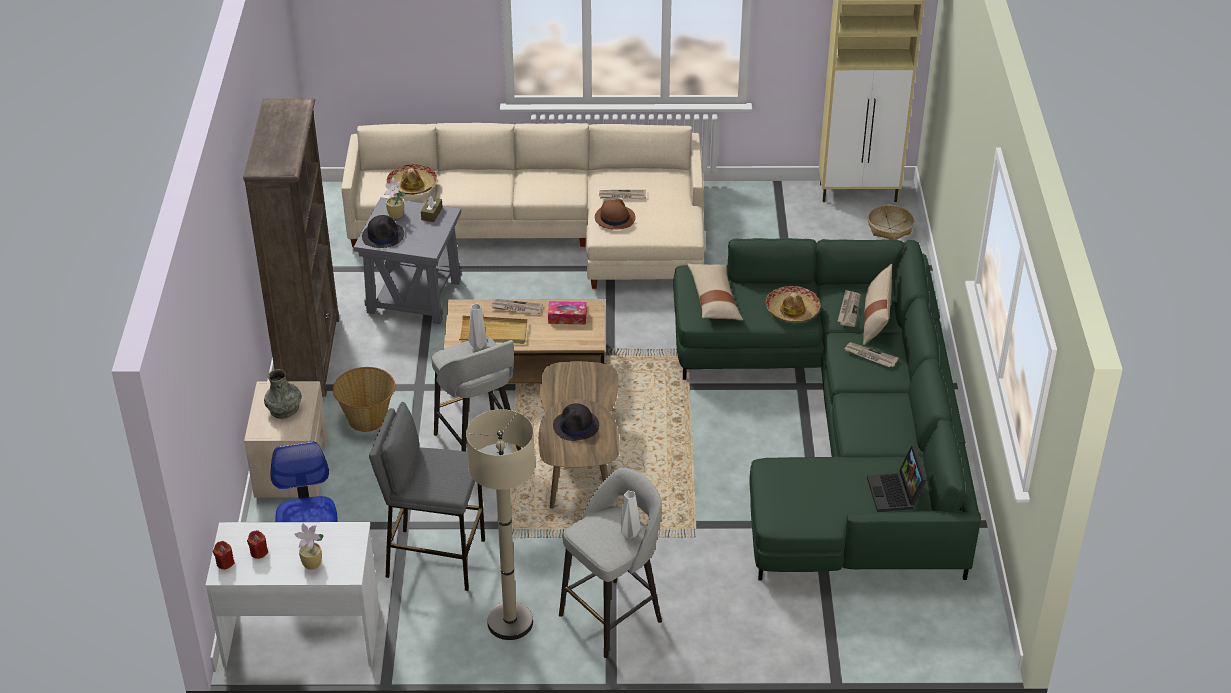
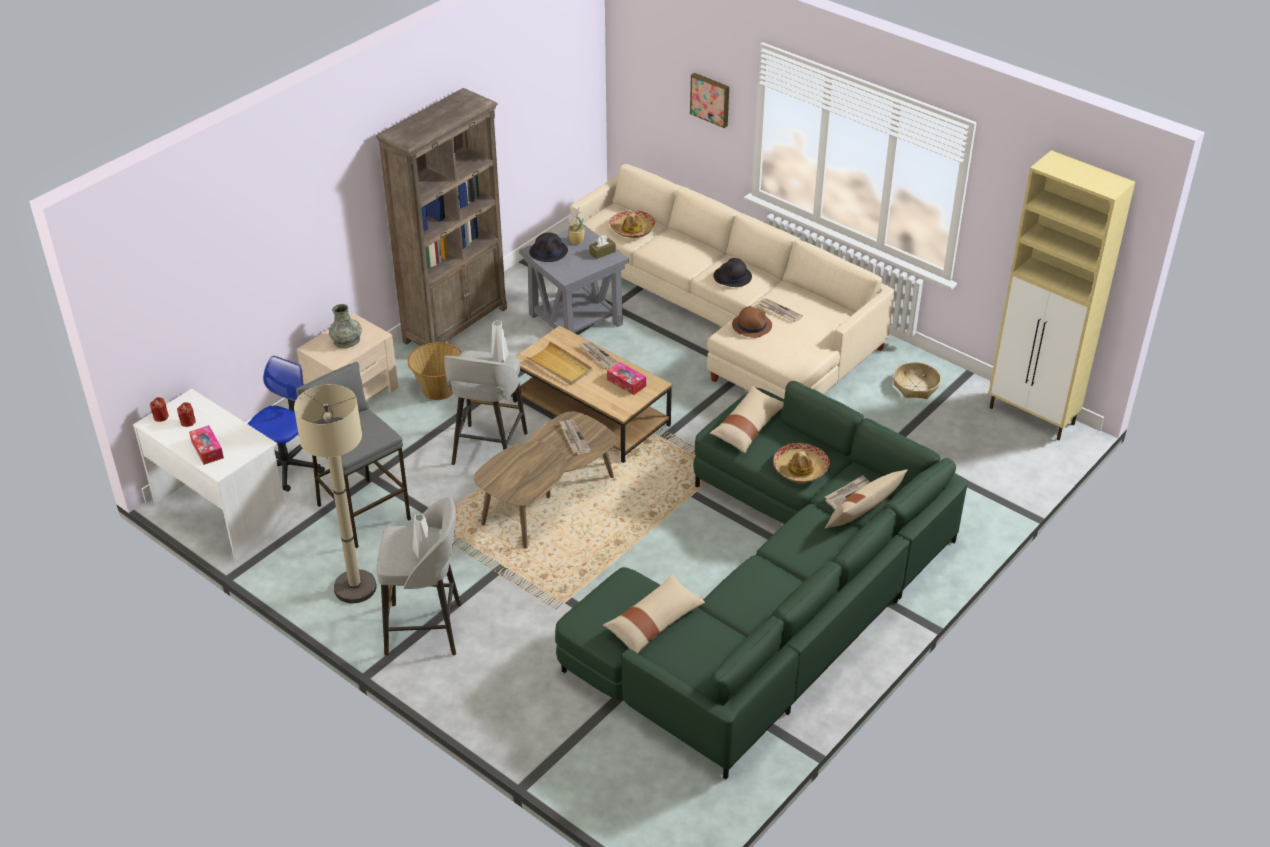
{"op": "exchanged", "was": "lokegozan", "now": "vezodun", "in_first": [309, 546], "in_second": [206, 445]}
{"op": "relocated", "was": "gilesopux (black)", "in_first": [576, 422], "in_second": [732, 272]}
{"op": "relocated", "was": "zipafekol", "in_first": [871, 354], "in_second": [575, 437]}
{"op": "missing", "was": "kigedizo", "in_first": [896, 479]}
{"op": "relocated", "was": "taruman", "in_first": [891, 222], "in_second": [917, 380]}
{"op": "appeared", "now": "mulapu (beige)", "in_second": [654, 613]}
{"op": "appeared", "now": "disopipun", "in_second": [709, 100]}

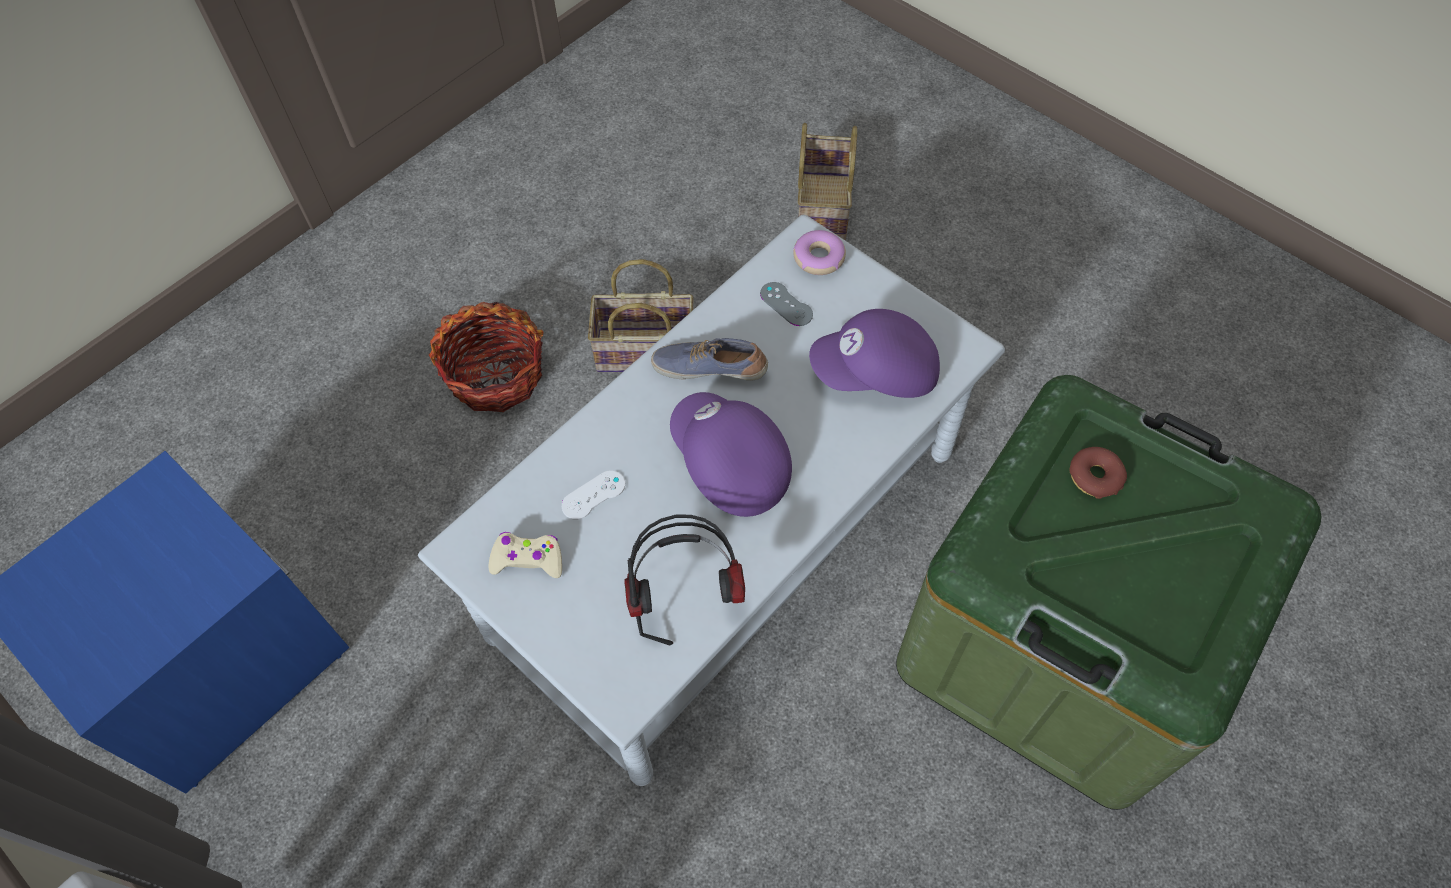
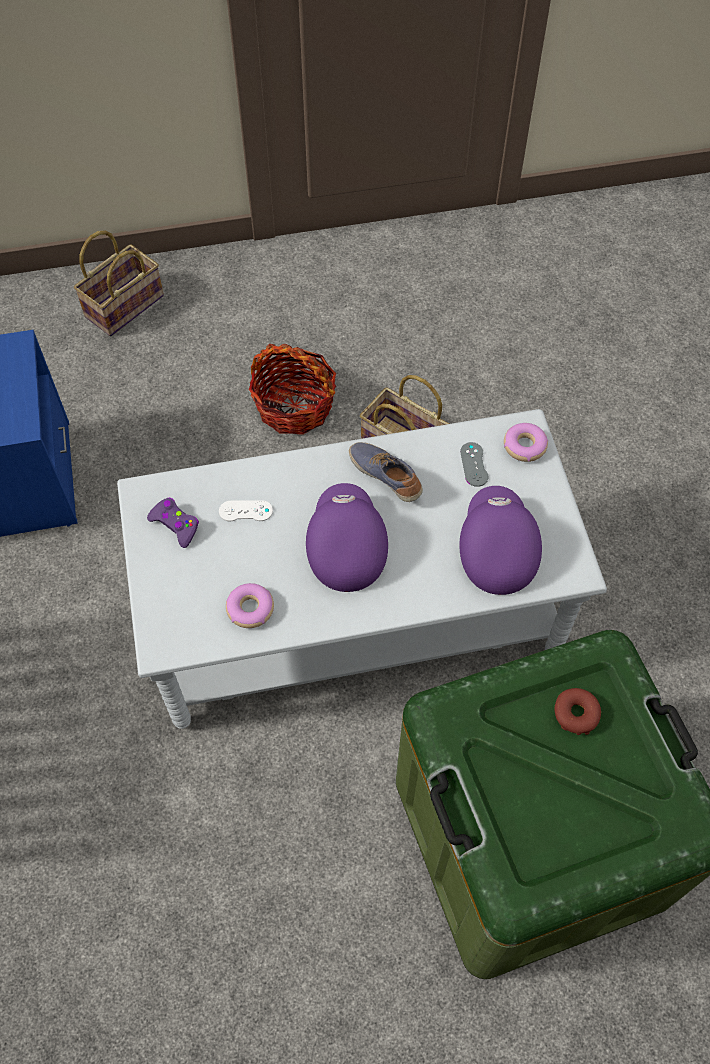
{"op": "colour", "was": "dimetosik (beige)", "now": "dimetosik (purple)", "in_first": [525, 555], "in_second": [173, 523]}
{"op": "exchanged", "was": "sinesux", "now": "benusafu", "in_first": [685, 580], "in_second": [250, 605]}
{"op": "relocated", "was": "taruman", "in_first": [827, 182], "in_second": [119, 283]}
{"op": "spun", "was": "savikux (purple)", "in_first": [874, 353], "in_second": [501, 540], "clockwise": 60}

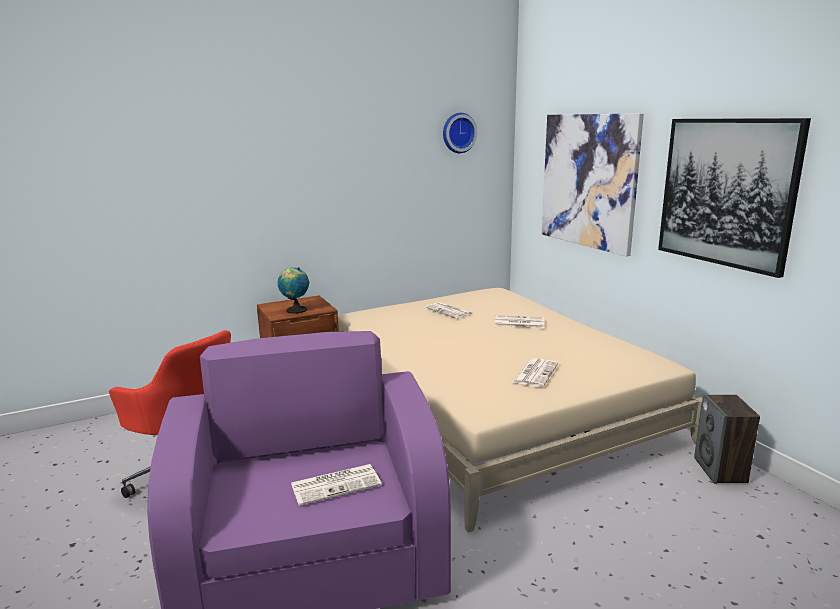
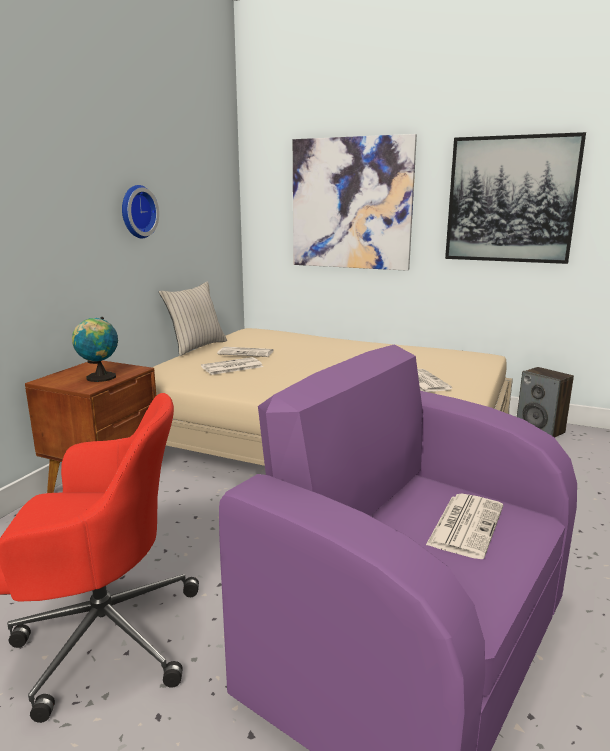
{"op": "relocated", "was": "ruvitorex", "in_first": [460, 133], "in_second": [140, 211]}
{"op": "relocated", "was": "zipafekol", "in_first": [519, 321], "in_second": [232, 366]}
{"op": "appeared", "now": "mulapu (beige)", "in_second": [193, 319]}

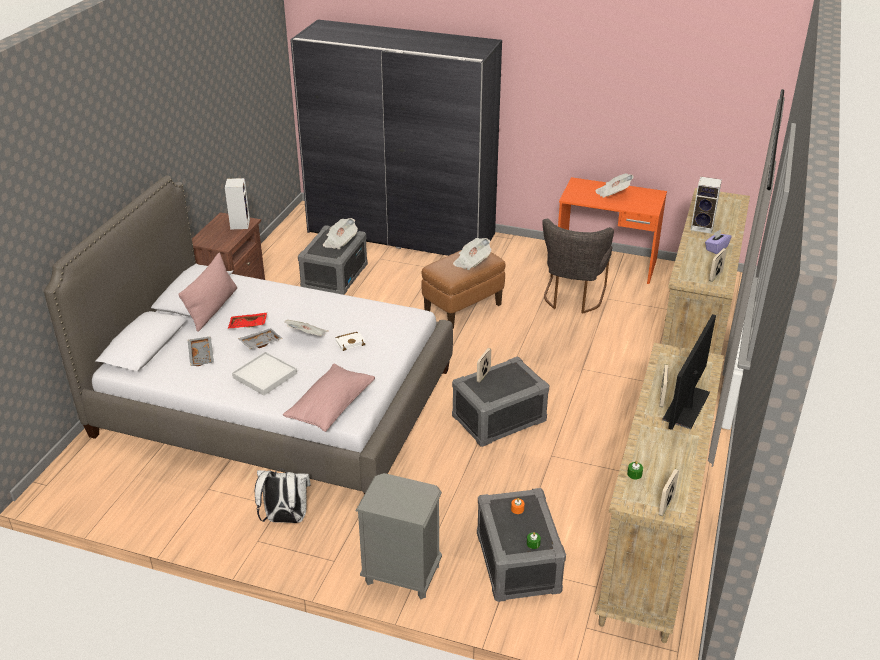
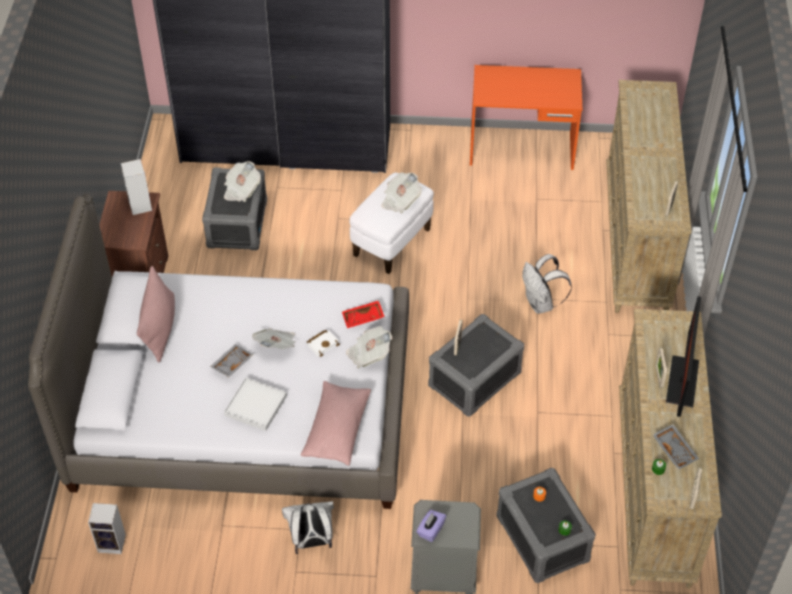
{"op": "relocated", "was": "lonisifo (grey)", "in_first": [201, 351], "in_second": [676, 447]}
{"op": "relocated", "was": "lonisifo (red)", "in_first": [247, 321], "in_second": [363, 314]}
{"op": "colour", "was": "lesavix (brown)", "now": "lesavix (white)", "in_first": [463, 289], "in_second": [391, 223]}
{"op": "missing", "was": "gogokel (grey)", "in_first": [578, 266]}
{"op": "relocated", "was": "zipafekol", "in_first": [614, 185], "in_second": [369, 347]}
{"op": "relocated", "was": "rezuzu", "in_first": [706, 205], "in_second": [107, 528]}
{"op": "relocated", "was": "vezodun (purple)", "in_first": [718, 241], "in_second": [431, 526]}
{"op": "appeared", "now": "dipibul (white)", "in_second": [547, 284]}

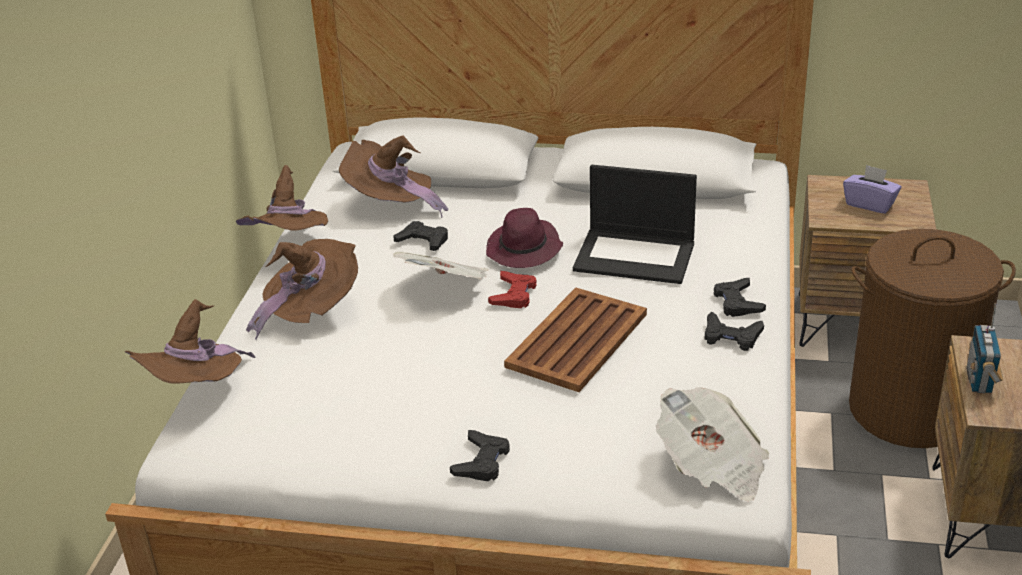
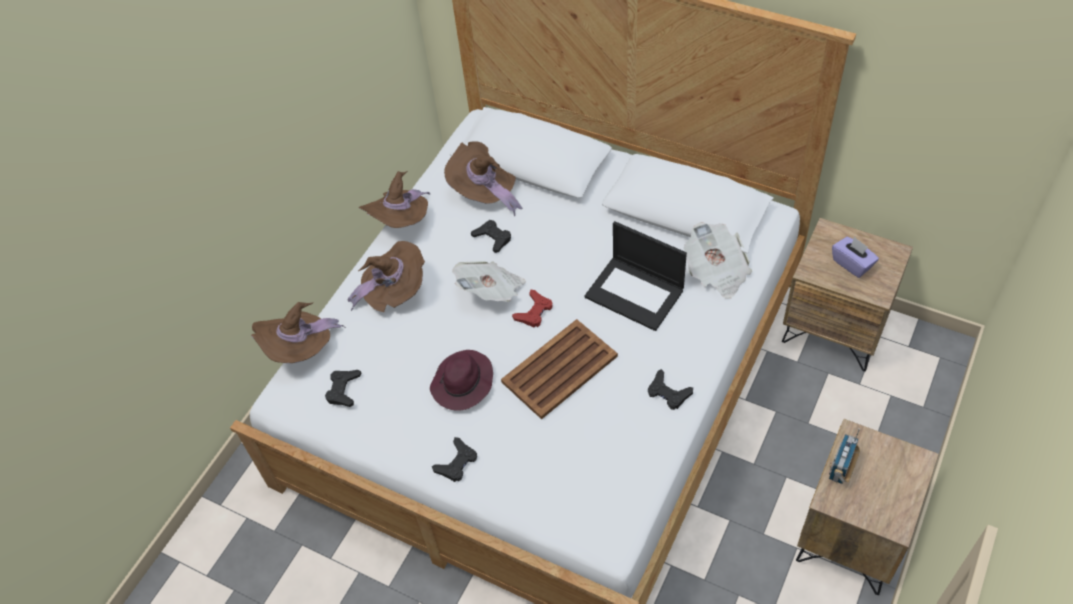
{"op": "relocated", "was": "gilesopux (purple)", "in_first": [524, 238], "in_second": [461, 380]}
{"op": "relocated", "was": "zipafekol", "in_first": [712, 444], "in_second": [718, 260]}
{"op": "relocated", "was": "dimetosik (black)", "in_first": [740, 297], "in_second": [343, 388]}
{"op": "missing", "was": "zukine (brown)", "in_first": [932, 338]}

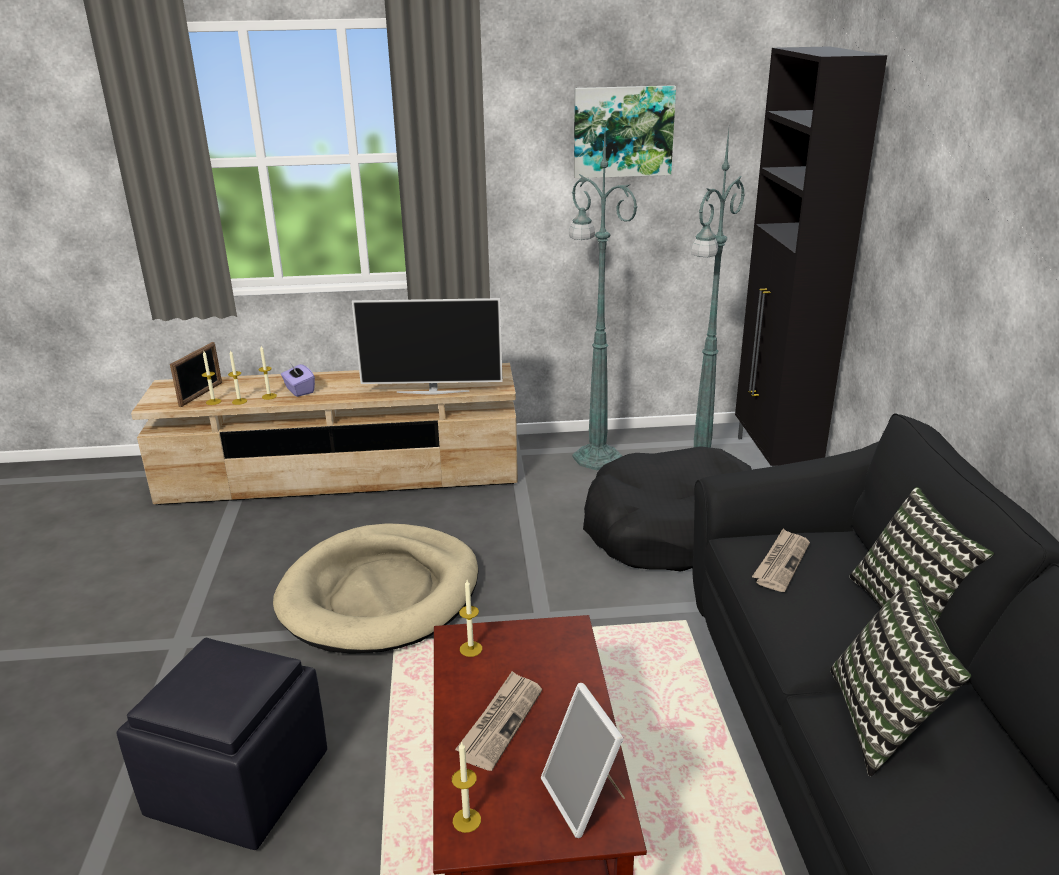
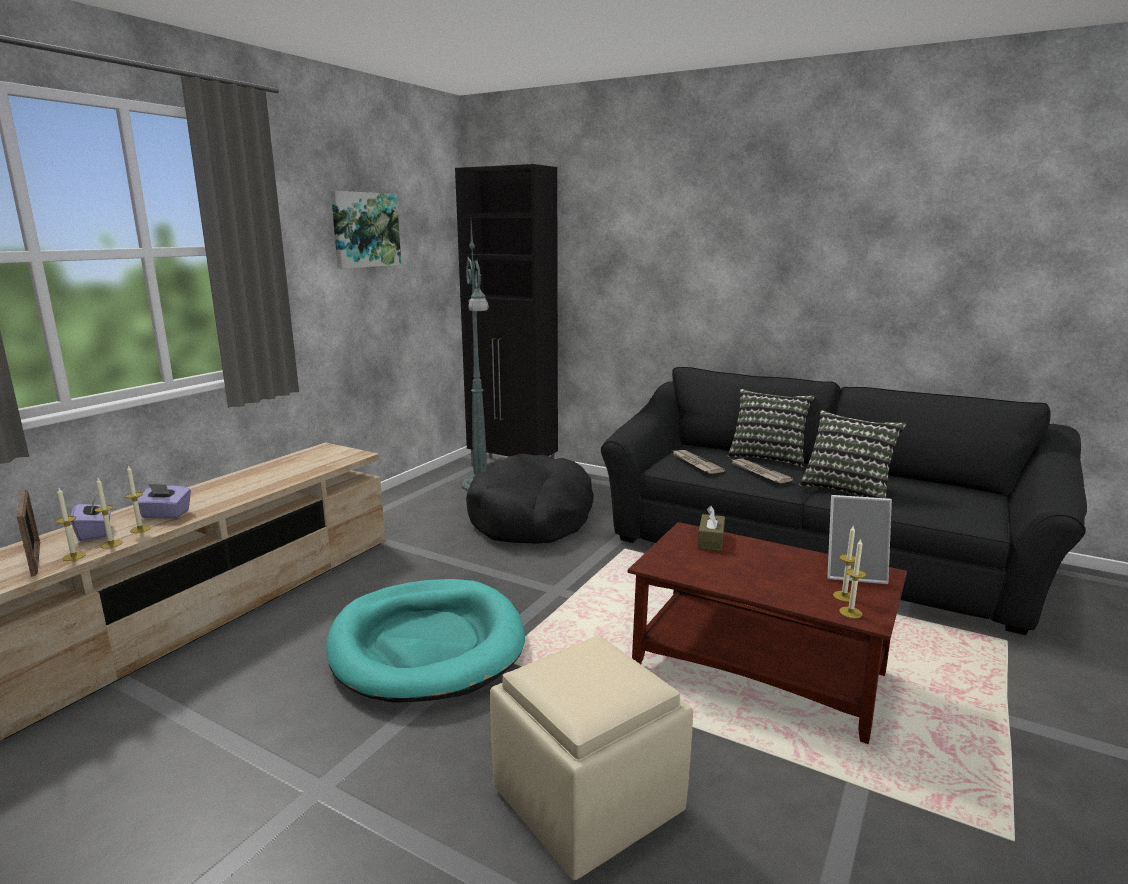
{"op": "colour", "was": "lesavix (black)", "now": "lesavix (beige)", "in_first": [221, 744], "in_second": [591, 757]}
{"op": "colour", "was": "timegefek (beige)", "now": "timegefek (turquoise)", "in_first": [375, 588], "in_second": [425, 641]}
{"op": "missing", "was": "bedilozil", "in_first": [427, 346]}
{"op": "relocated", "was": "zipafekol", "in_first": [498, 721], "in_second": [761, 471]}
{"op": "relocated", "was": "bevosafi", "in_first": [470, 618], "in_second": [844, 564]}
{"op": "missing", "was": "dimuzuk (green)", "in_first": [603, 301]}
{"op": "appeared", "now": "vezodun (purple)", "in_second": [91, 518]}
{"op": "appeared", "now": "vezodun (brown)", "in_second": [711, 528]}

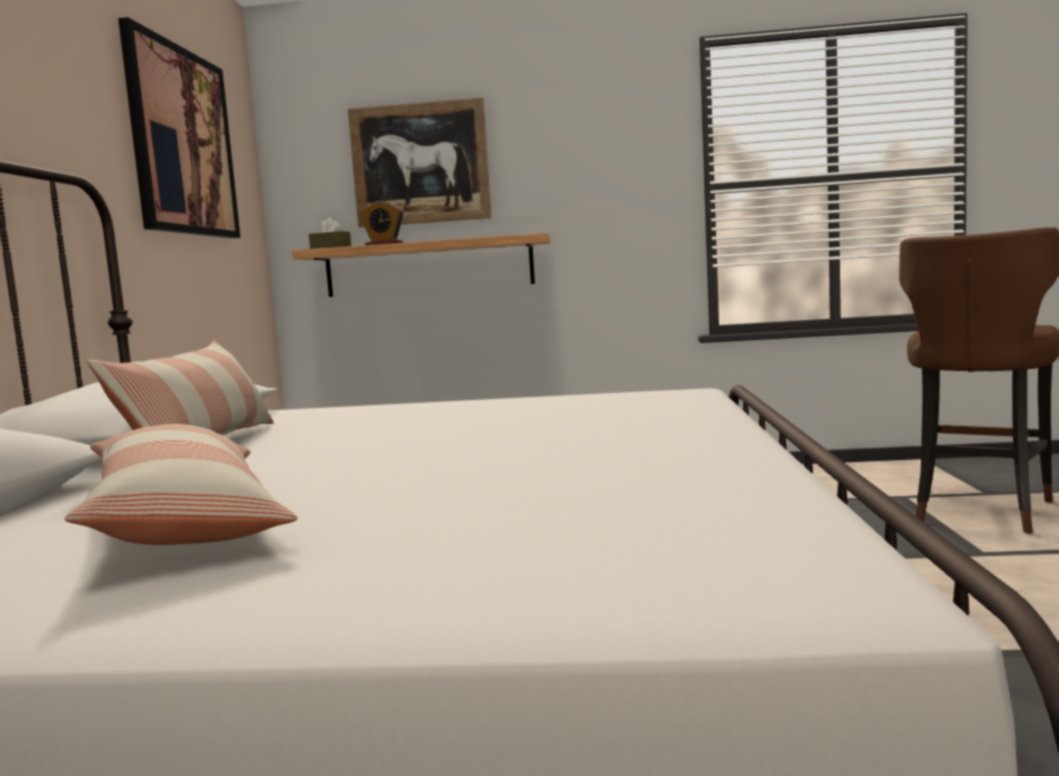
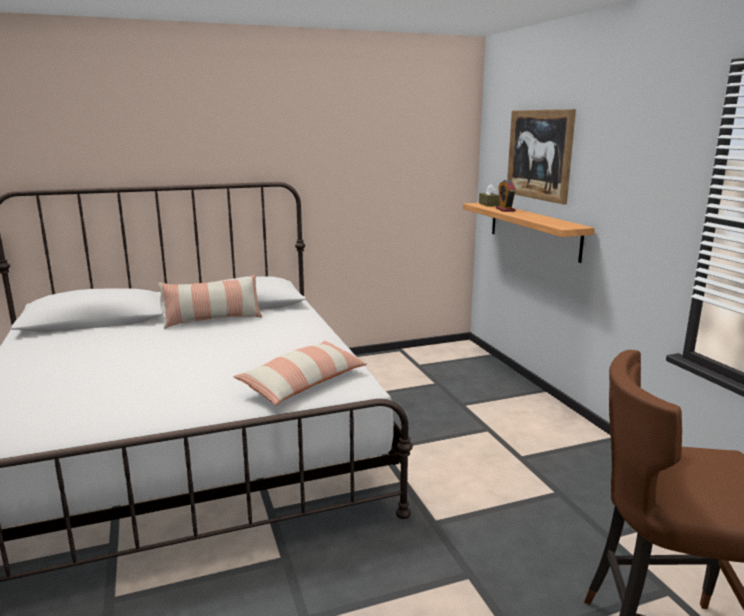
{"op": "relocated", "was": "mulapu", "in_first": [181, 484], "in_second": [300, 373]}
{"op": "missing", "was": "disopipun", "in_first": [179, 128]}

